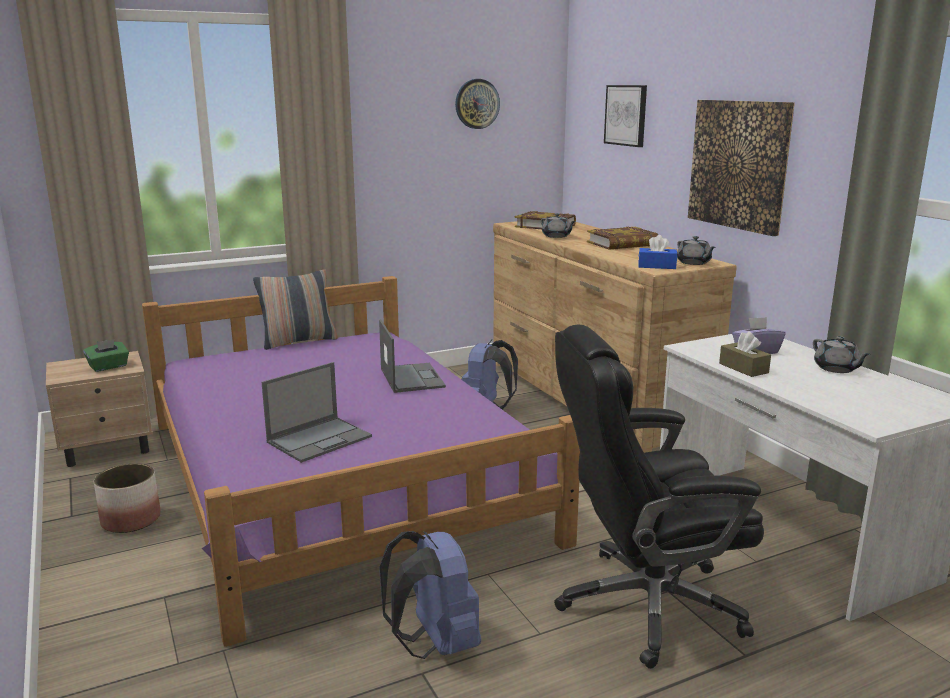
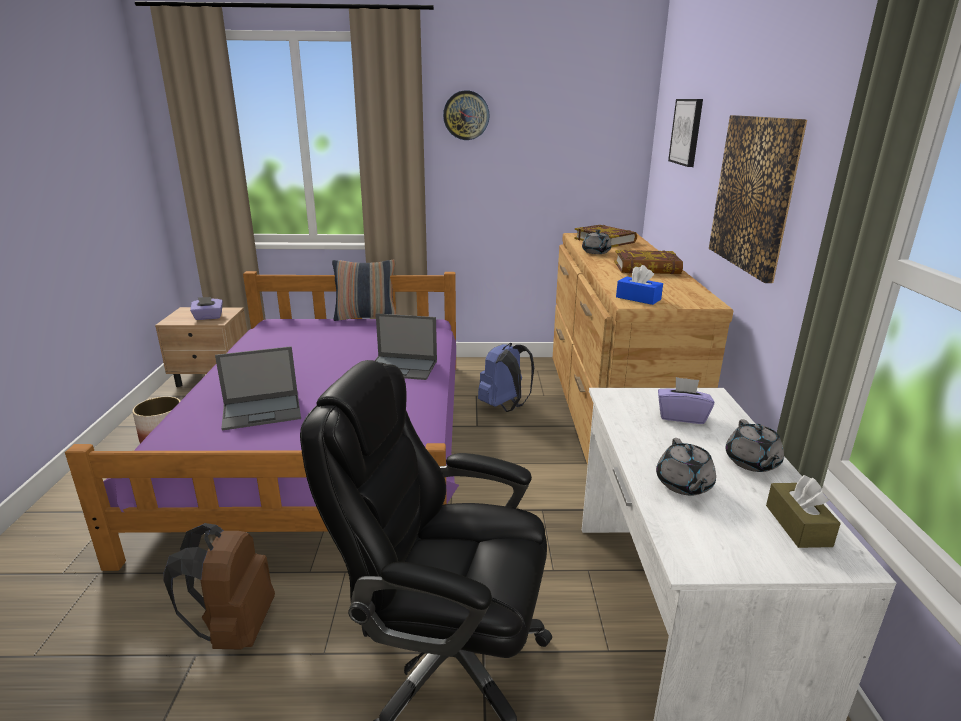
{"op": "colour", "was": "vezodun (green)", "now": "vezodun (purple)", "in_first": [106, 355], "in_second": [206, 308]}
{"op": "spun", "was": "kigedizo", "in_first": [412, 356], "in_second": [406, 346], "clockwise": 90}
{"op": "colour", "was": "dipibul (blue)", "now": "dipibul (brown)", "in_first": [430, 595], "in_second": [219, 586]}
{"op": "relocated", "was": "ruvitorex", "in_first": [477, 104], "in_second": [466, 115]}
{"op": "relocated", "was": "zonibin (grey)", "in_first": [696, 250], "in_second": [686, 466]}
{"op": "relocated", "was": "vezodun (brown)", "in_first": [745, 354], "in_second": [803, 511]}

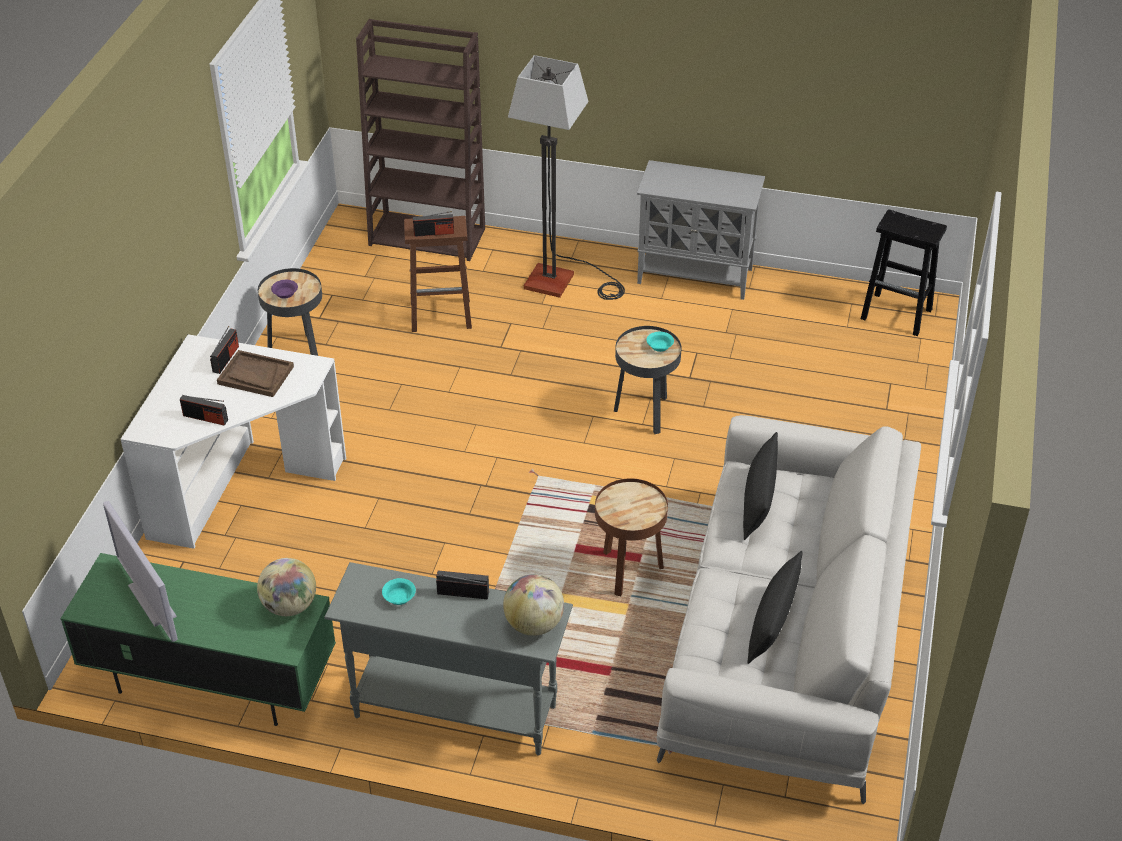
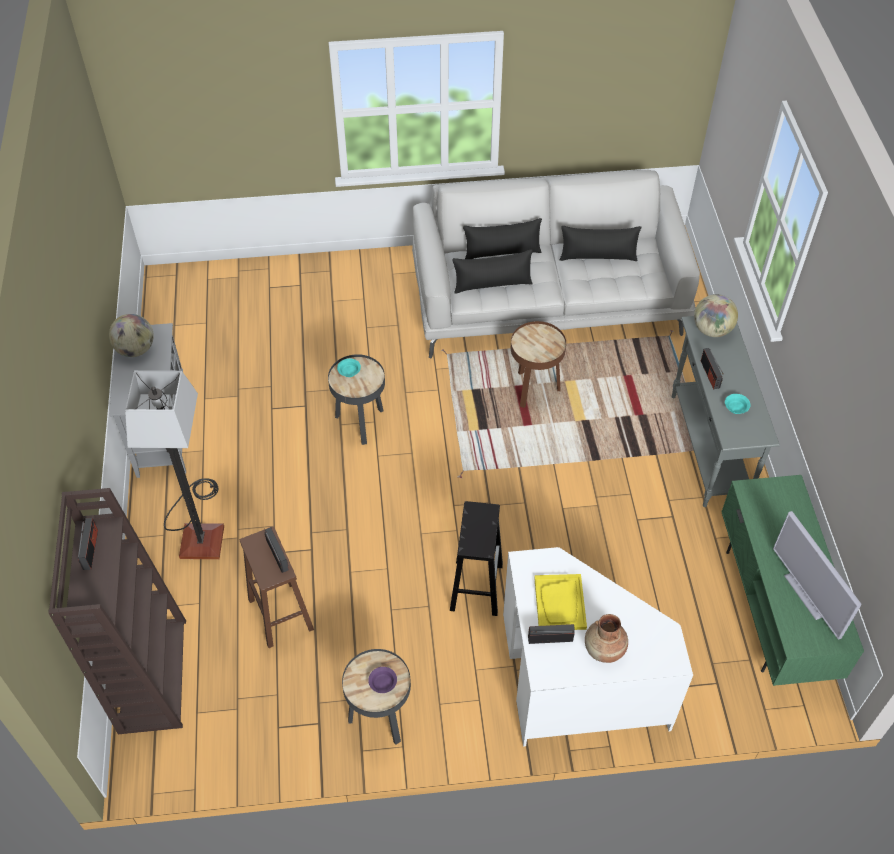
{"op": "spun", "was": "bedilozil", "in_first": [140, 571], "in_second": [817, 575], "clockwise": 120}
{"op": "relocated", "was": "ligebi", "in_first": [204, 410], "in_second": [87, 543]}
{"op": "colour", "was": "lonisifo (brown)", "now": "lonisifo (yellow)", "in_first": [255, 373], "in_second": [560, 602]}
{"op": "relocated", "was": "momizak", "in_first": [286, 587], "in_second": [131, 335]}
{"op": "relocated", "was": "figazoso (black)", "in_first": [904, 272], "in_second": [476, 558]}
{"op": "appeared", "now": "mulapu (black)", "in_second": [502, 238]}
{"op": "appeared", "now": "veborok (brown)", "in_second": [606, 638]}

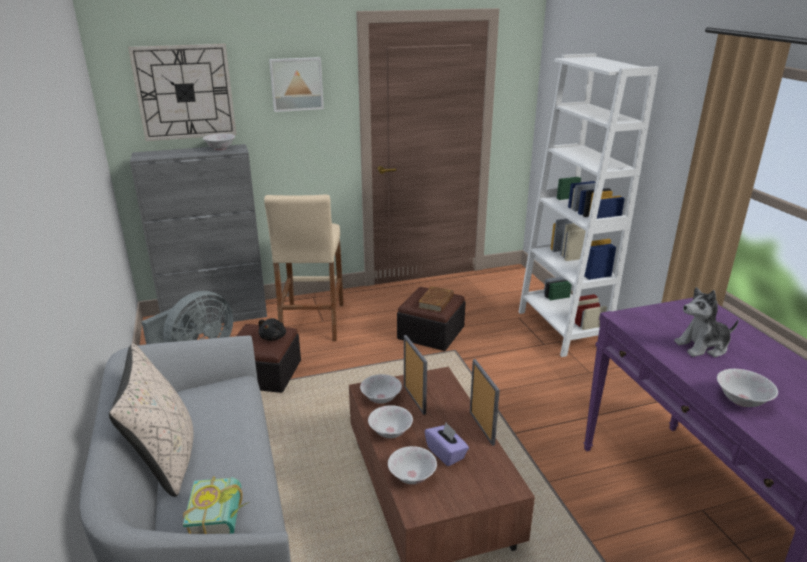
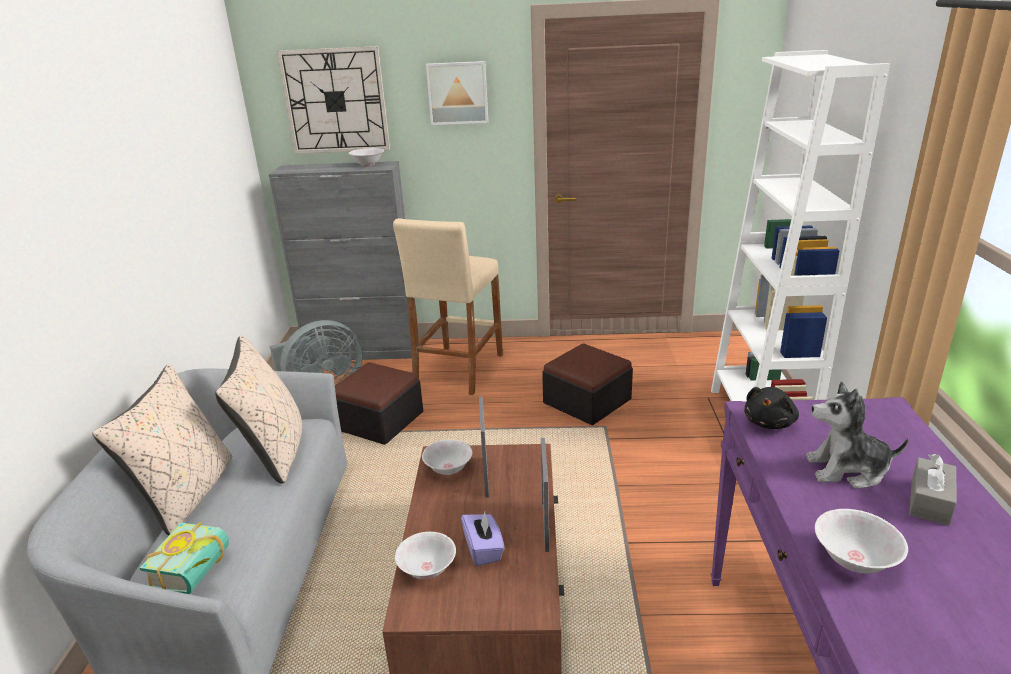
{"op": "relocated", "was": "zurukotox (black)", "in_first": [272, 329], "in_second": [771, 408]}
{"op": "missing", "was": "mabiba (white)", "in_first": [390, 421]}
{"op": "missing", "was": "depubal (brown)", "in_first": [436, 299]}
{"op": "appeared", "now": "mulapu (beige)", "in_second": [258, 409]}
{"op": "appeared", "now": "vezodun (grey)", "in_second": [933, 490]}

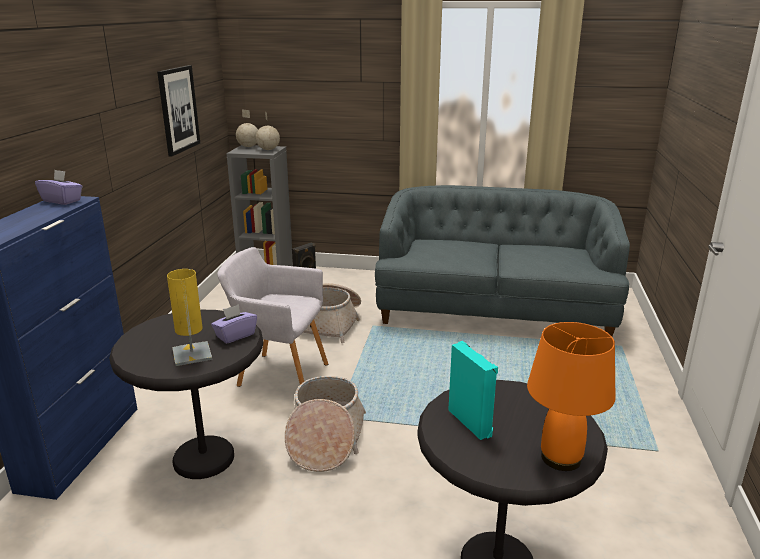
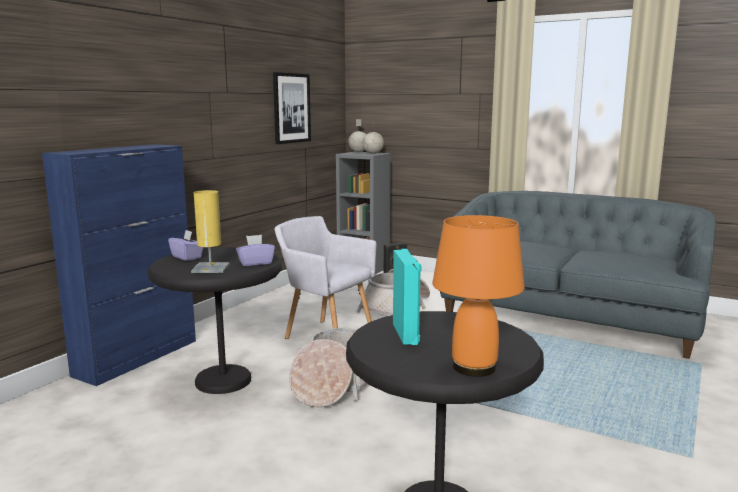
{"op": "relocated", "was": "vezodun (purple)", "in_first": [59, 187], "in_second": [186, 245]}

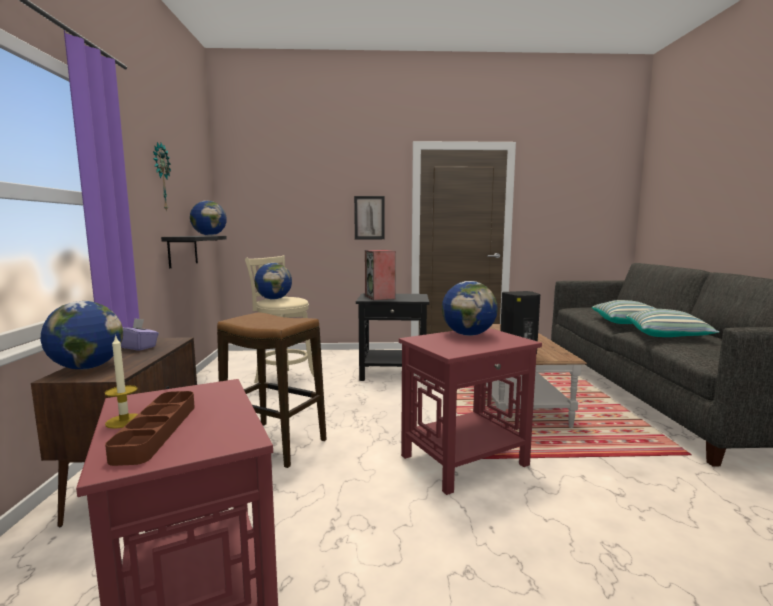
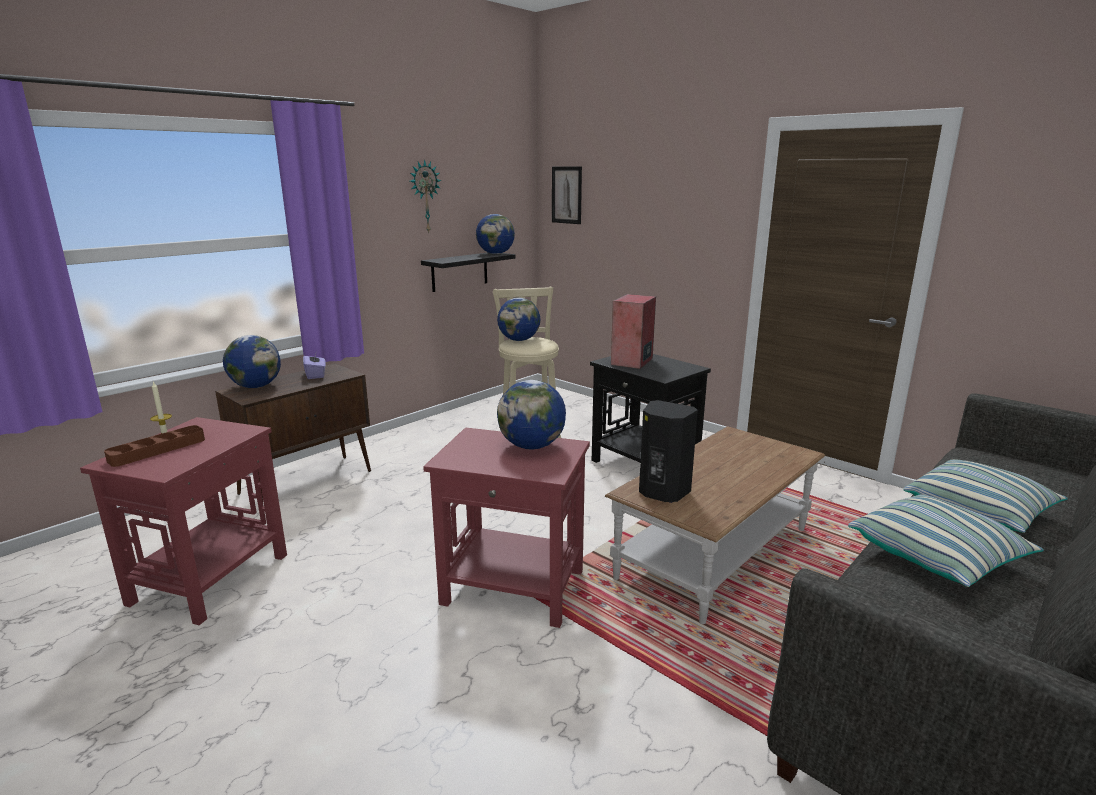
{"op": "missing", "was": "figazoso", "in_first": [272, 390]}
{"op": "relocated", "was": "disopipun", "in_first": [369, 217], "in_second": [567, 195]}

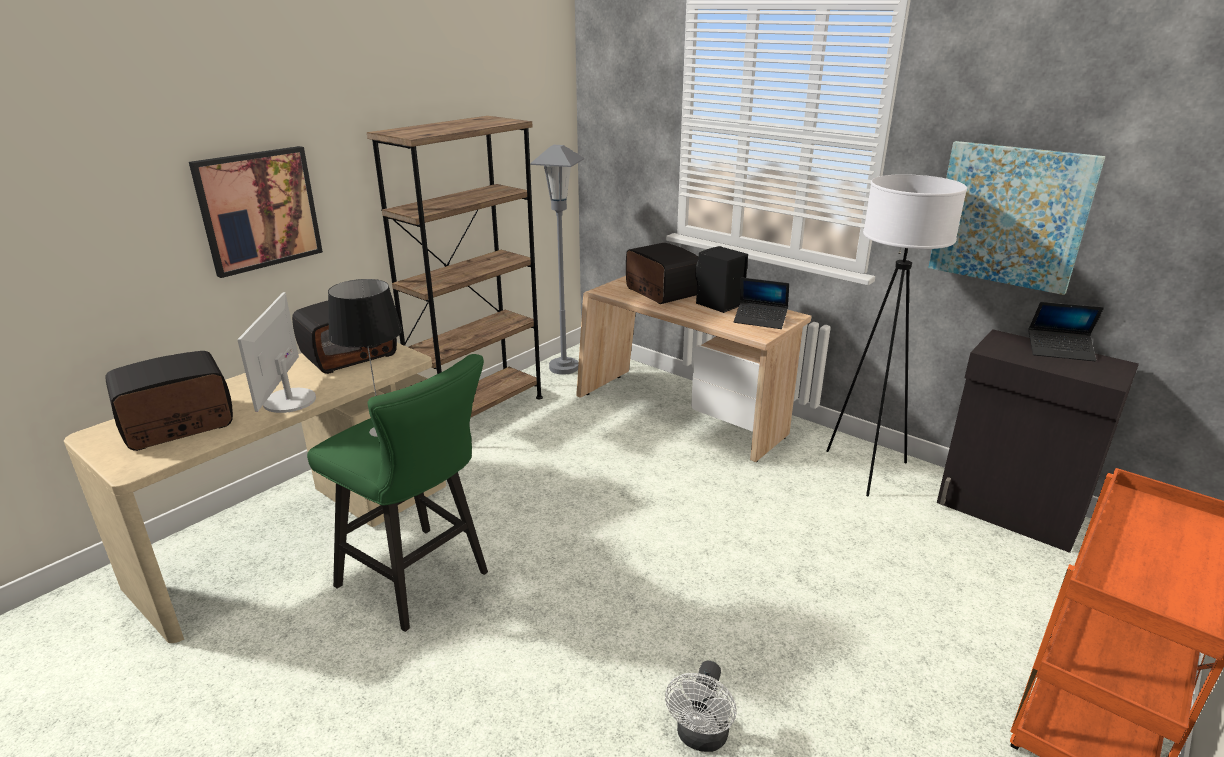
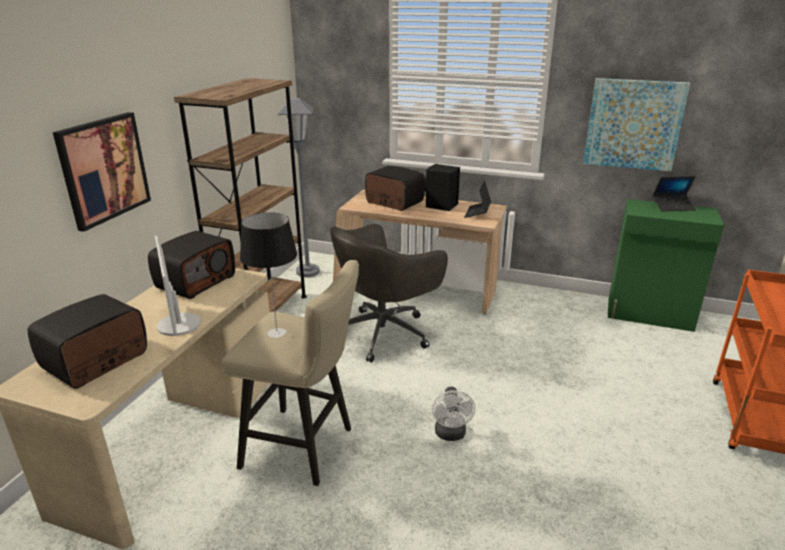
{"op": "colour", "was": "figazoso (green)", "now": "figazoso (beige)", "in_first": [397, 493], "in_second": [290, 373]}
{"op": "relocated", "was": "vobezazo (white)", "in_first": [701, 706], "in_second": [453, 414]}
{"op": "spun", "was": "kigedizo", "in_first": [761, 303], "in_second": [477, 199], "clockwise": 105}
{"op": "missing", "was": "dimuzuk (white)", "in_first": [896, 335]}
{"op": "colour", "was": "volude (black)", "now": "volude (green)", "in_first": [1038, 441], "in_second": [666, 265]}
{"op": "appeared", "now": "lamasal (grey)", "in_second": [389, 293]}

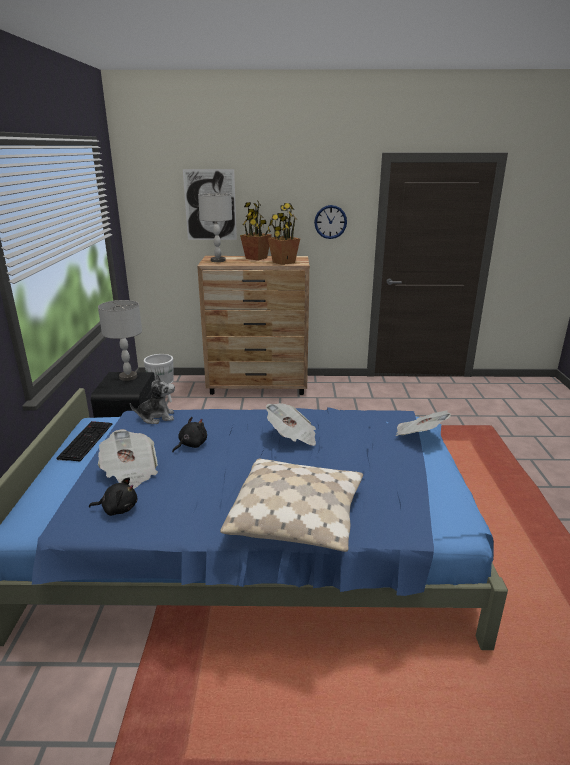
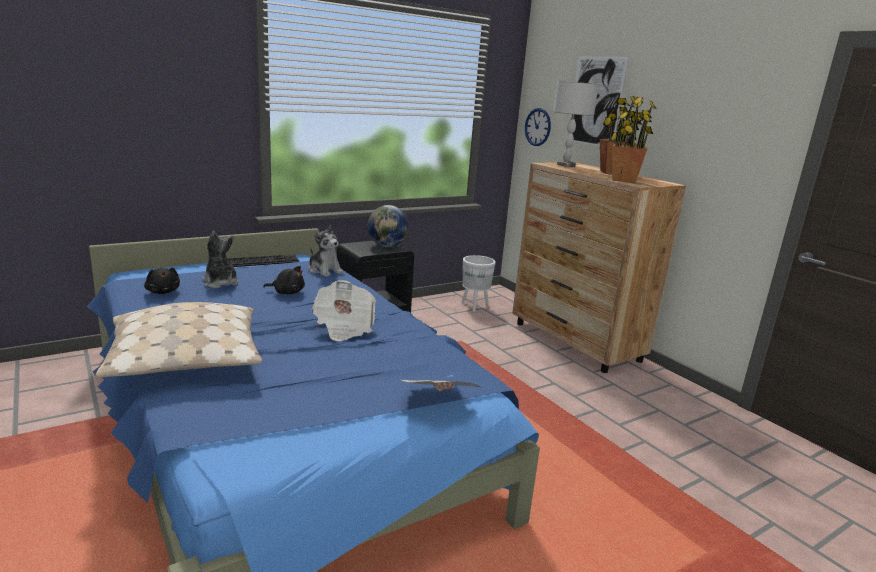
{"op": "exchanged", "was": "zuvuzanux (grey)", "now": "momizak", "in_first": [120, 340], "in_second": [388, 226]}
{"op": "exchanged", "was": "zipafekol", "now": "zurukotox", "in_first": [128, 459], "in_second": [220, 260]}
{"op": "relocated", "was": "ruvitorex", "in_first": [330, 222], "in_second": [538, 127]}

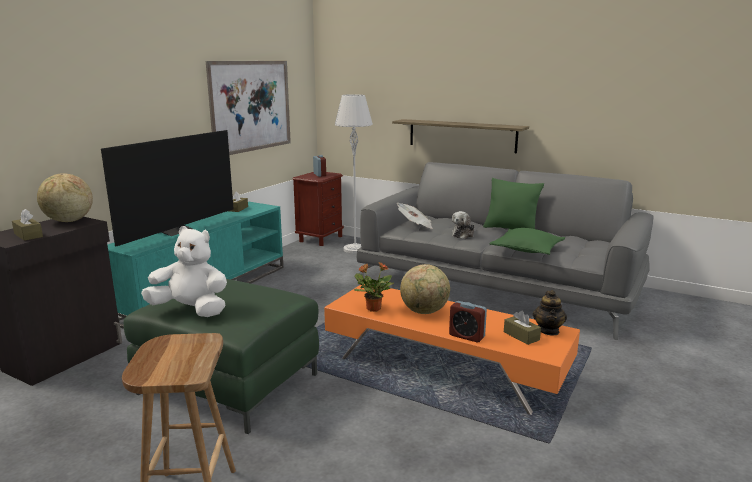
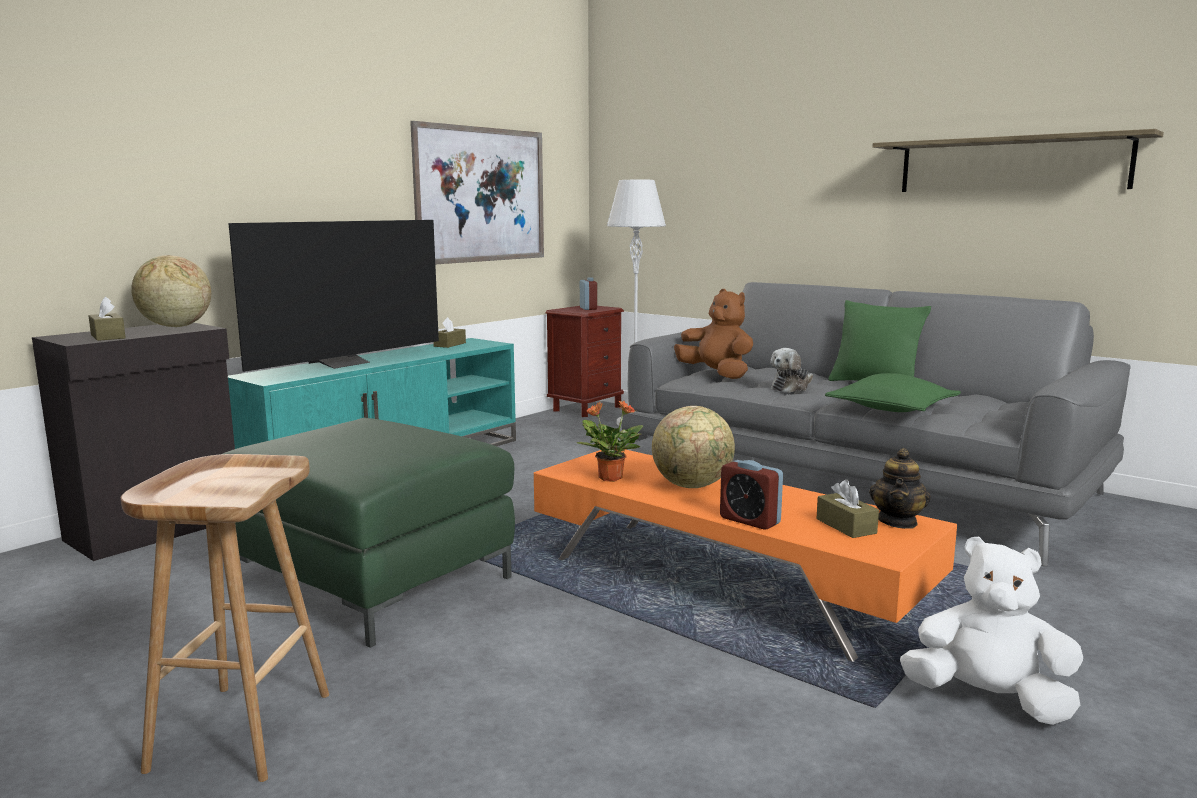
{"op": "relocated", "was": "zurukotox (white)", "in_first": [184, 271], "in_second": [991, 631]}
{"op": "relocated", "was": "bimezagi", "in_first": [460, 136], "in_second": [1018, 160]}
{"op": "exchanged", "was": "zipafekol", "now": "zurukotox (brown)", "in_first": [414, 216], "in_second": [713, 334]}

